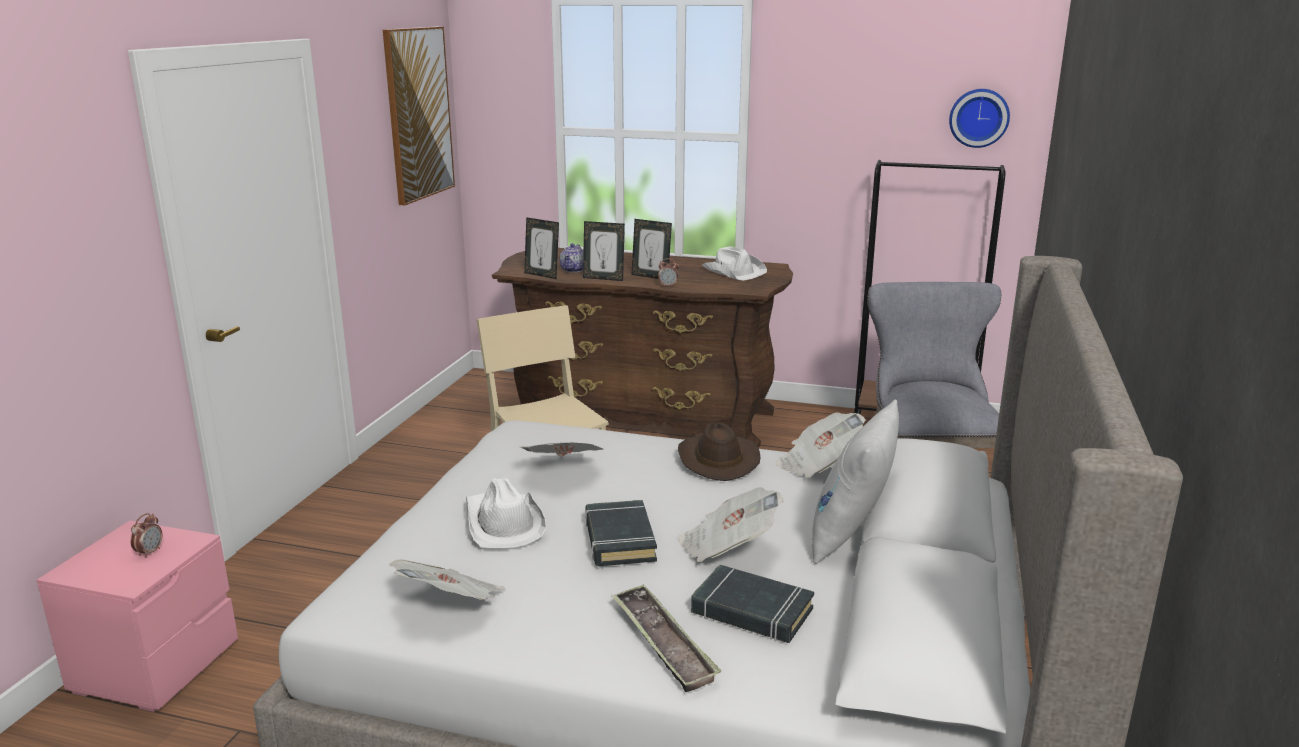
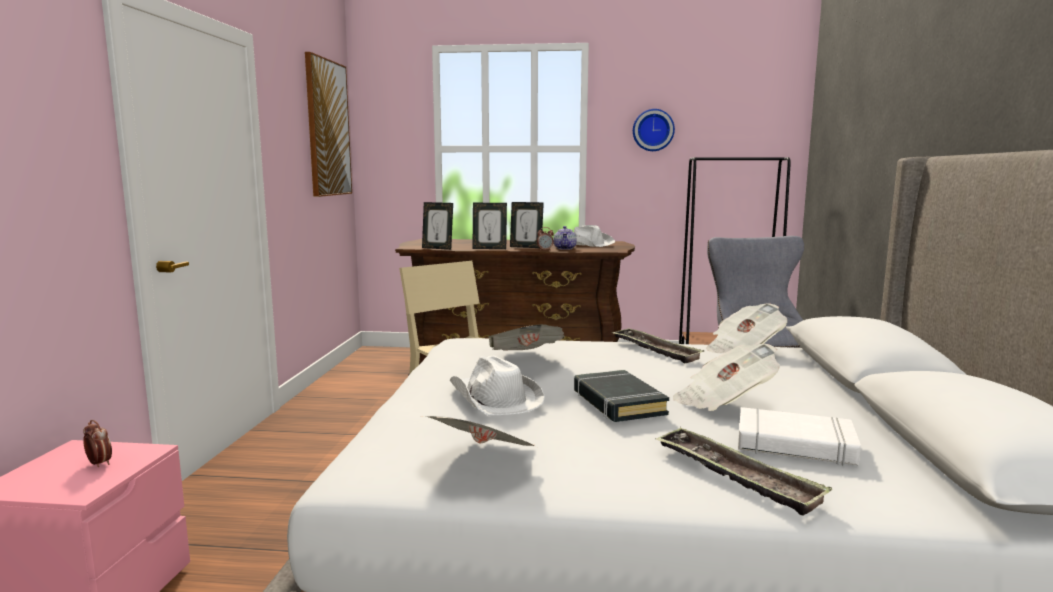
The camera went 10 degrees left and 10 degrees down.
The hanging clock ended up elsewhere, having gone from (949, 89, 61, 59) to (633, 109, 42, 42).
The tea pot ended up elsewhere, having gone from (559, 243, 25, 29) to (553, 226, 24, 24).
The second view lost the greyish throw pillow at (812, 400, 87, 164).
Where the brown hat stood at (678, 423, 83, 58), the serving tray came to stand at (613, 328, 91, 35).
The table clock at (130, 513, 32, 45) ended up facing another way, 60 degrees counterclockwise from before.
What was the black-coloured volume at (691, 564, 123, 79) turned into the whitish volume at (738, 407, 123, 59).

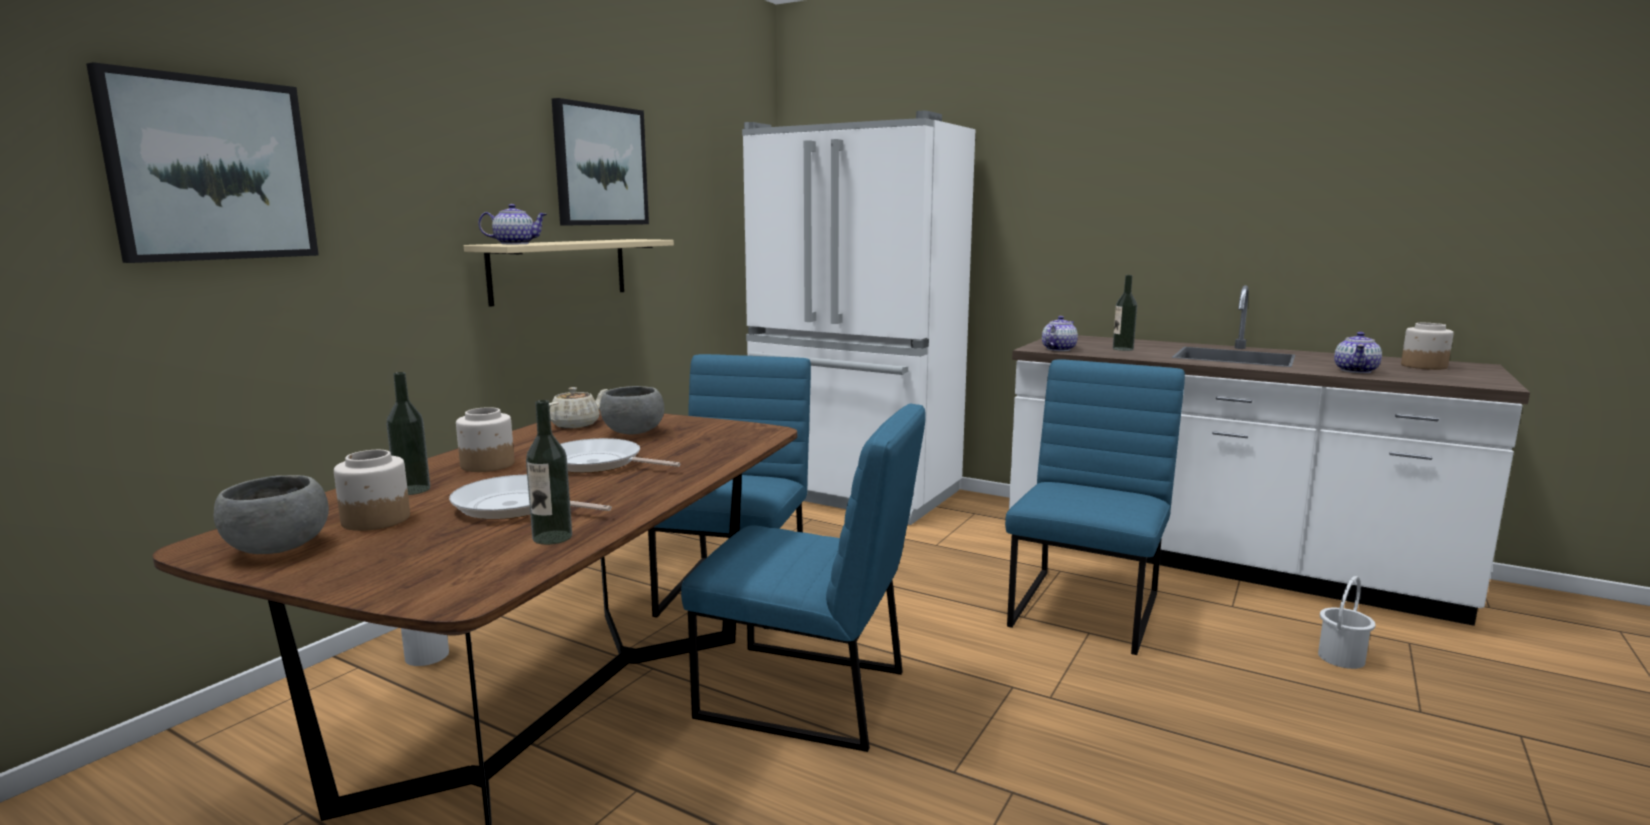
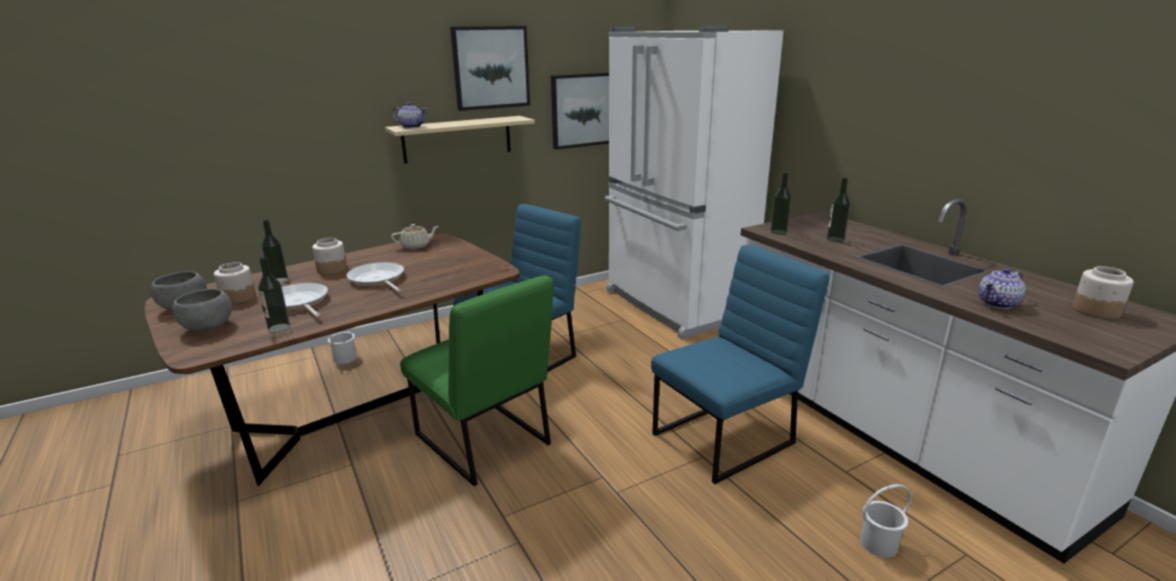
The camera went 30 degrees right and 10 degrees up.
The wall picture ended up elsewhere, having gone from (86, 62, 233, 201) to (551, 73, 58, 77).
Where the tea pot stood at (1042, 316, 36, 35), the beverage bottle came to stand at (770, 172, 22, 63).
The greyish bowl ended up elsewhere, having gone from (600, 386, 64, 48) to (172, 289, 60, 42).
What was the blue-coloured upright chair at (681, 404, 245, 348) turned into the green-coloured upright chair at (400, 275, 153, 211).

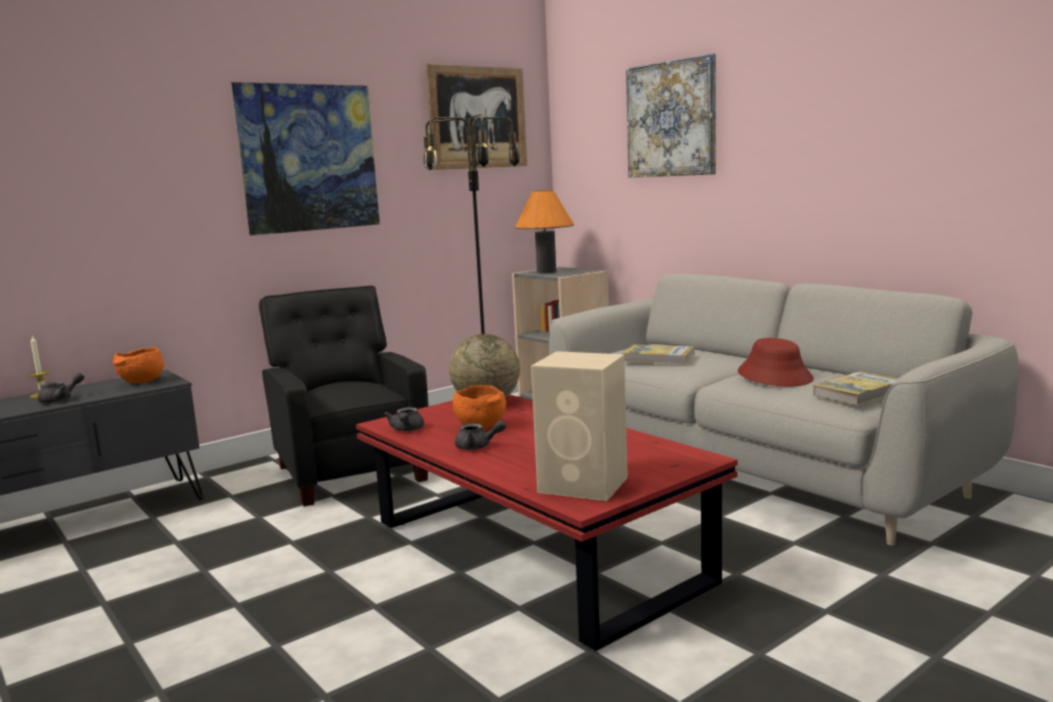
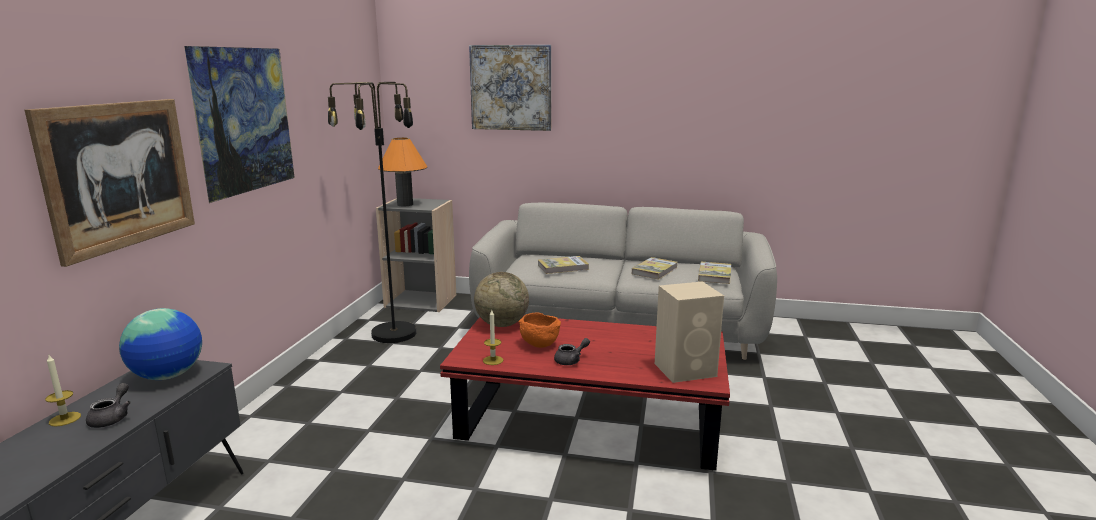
The camera went 40 degrees left and 5 degrees up.
The wall picture ended up elsewhere, having gone from (425, 64, 102, 106) to (25, 99, 170, 168).
The second view lost the black-coloured armchair at (259, 286, 170, 220).
Where the reddish hat stood at (738, 338, 76, 49), the volume came to stand at (632, 257, 46, 23).
Where the orangey bowl stood at (113, 347, 51, 36), the world globe came to stand at (119, 308, 83, 72).
Where the greyish tea pot stood at (384, 407, 40, 25), the wax light came to stand at (483, 310, 20, 55).

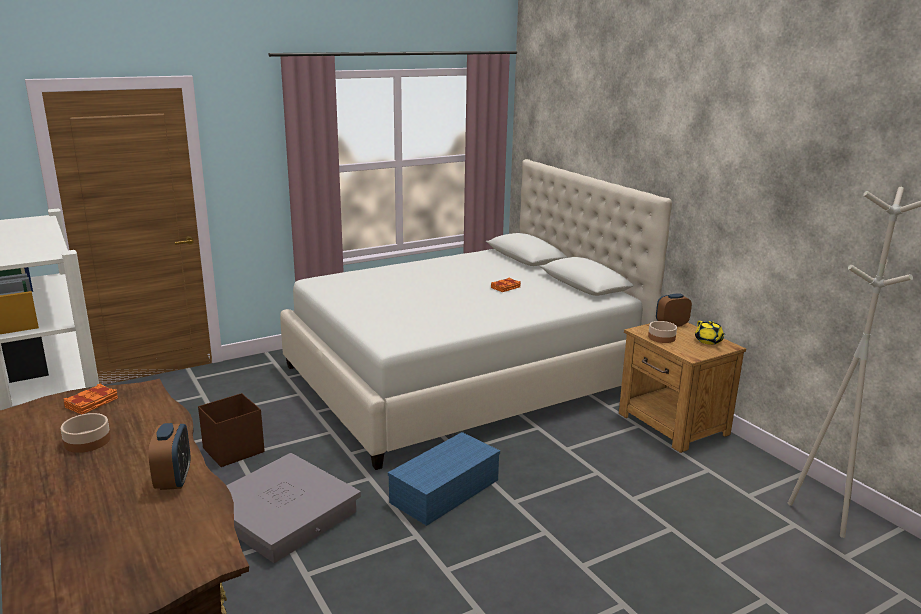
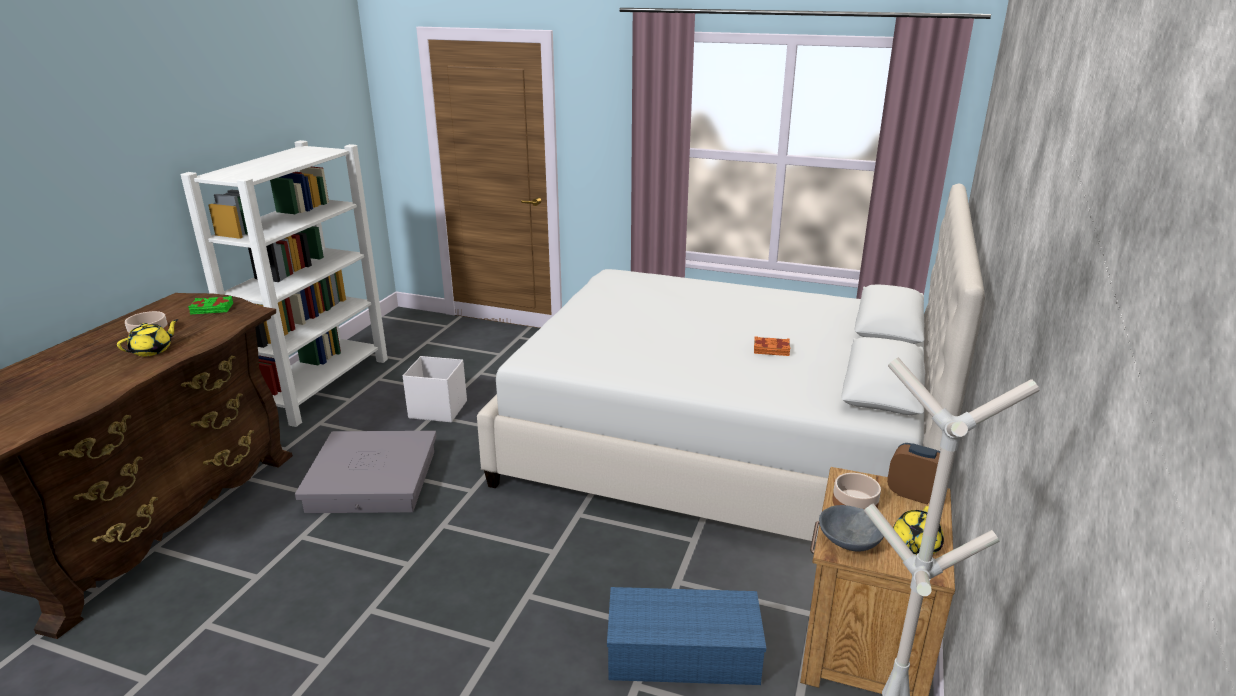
The camera went 50 degrees right and 5 degrees up.
What was the orangey volume at (63, 384, 55, 31) turned into the green-coloured volume at (188, 296, 45, 18).
What was the brown storage box at (198, 393, 66, 74) turned into the whitish storage box at (403, 356, 64, 66).
The second view lost the table clock at (148, 423, 42, 67).
The blue-coloured storage box ended up elsewhere, having gone from (388, 432, 112, 94) to (607, 587, 159, 98).
The second view gained the yellowish tea pot at (117, 319, 61, 37).
The second view gained the greyish bowl at (819, 505, 65, 47).

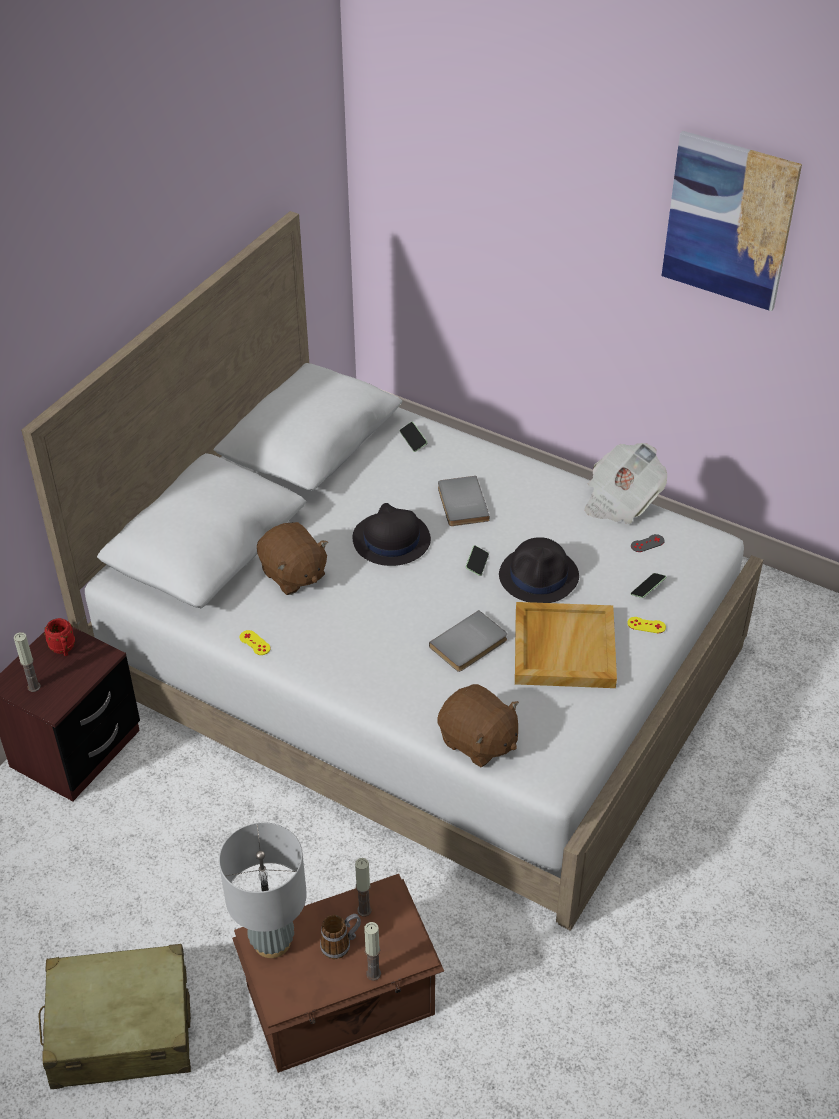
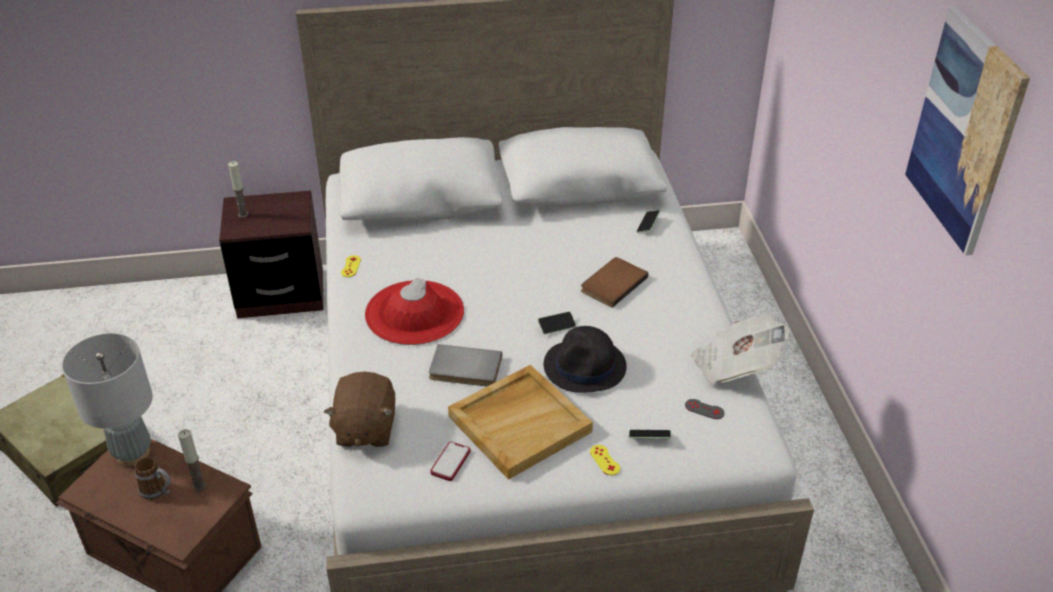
The camera went 50 degrees right and 5 degrees down.
What was the greyish volume at (438, 476, 52, 50) turned into the brown volume at (581, 257, 67, 51).
The second view lost the black-coloured hat at (353, 503, 78, 63).
The second view lost the brown soft toy at (257, 522, 71, 73).
The second view lost the reddish tea mug at (44, 618, 31, 38).
The second view lost the wax light at (364, 922, 17, 59).
The second view gained the reddish hat at (365, 278, 99, 67).
The second view gained the phone at (430, 441, 41, 40).

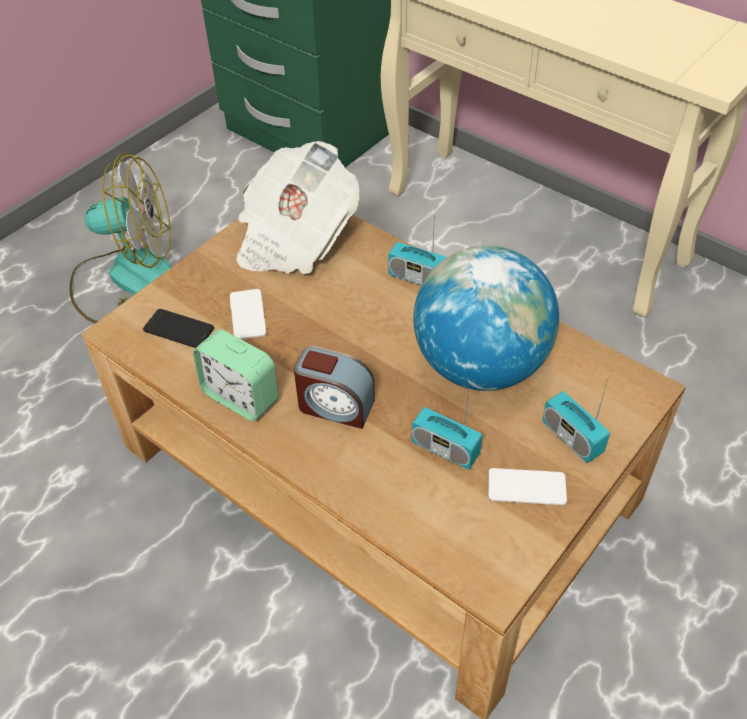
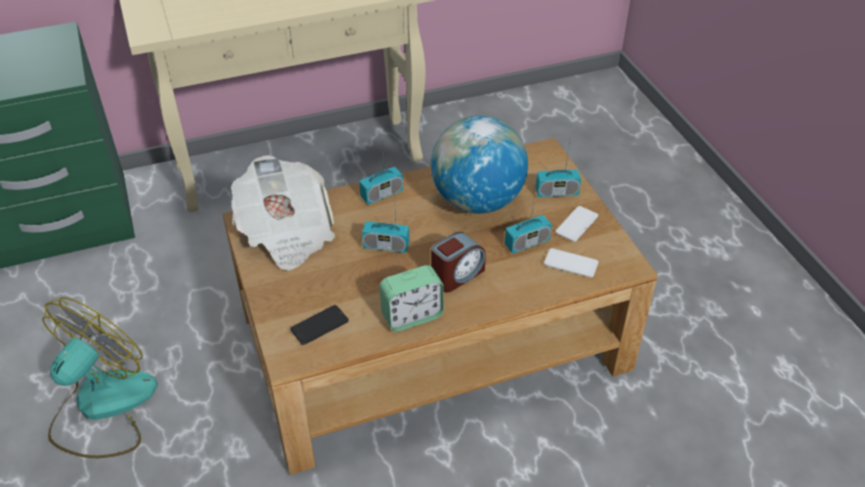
The camera went 60 degrees left and 5 degrees down.
The phone ended up elsewhere, having gone from (230, 289, 37, 50) to (544, 248, 54, 30).
The second view gained the radio at (362, 191, 47, 62).

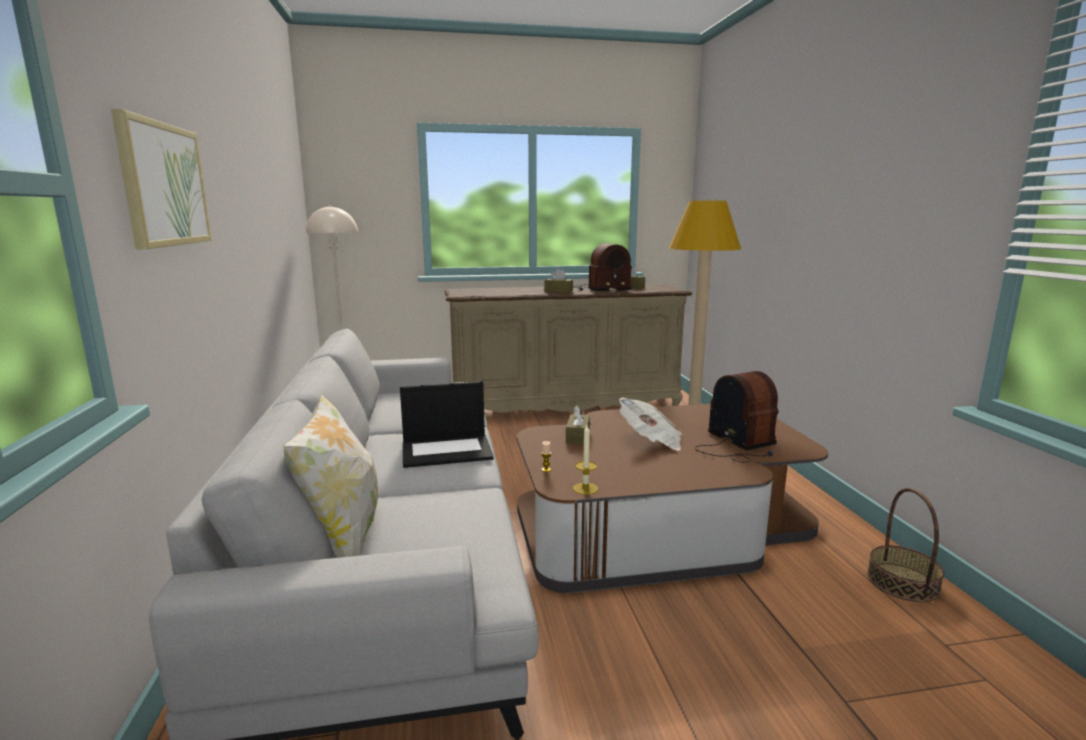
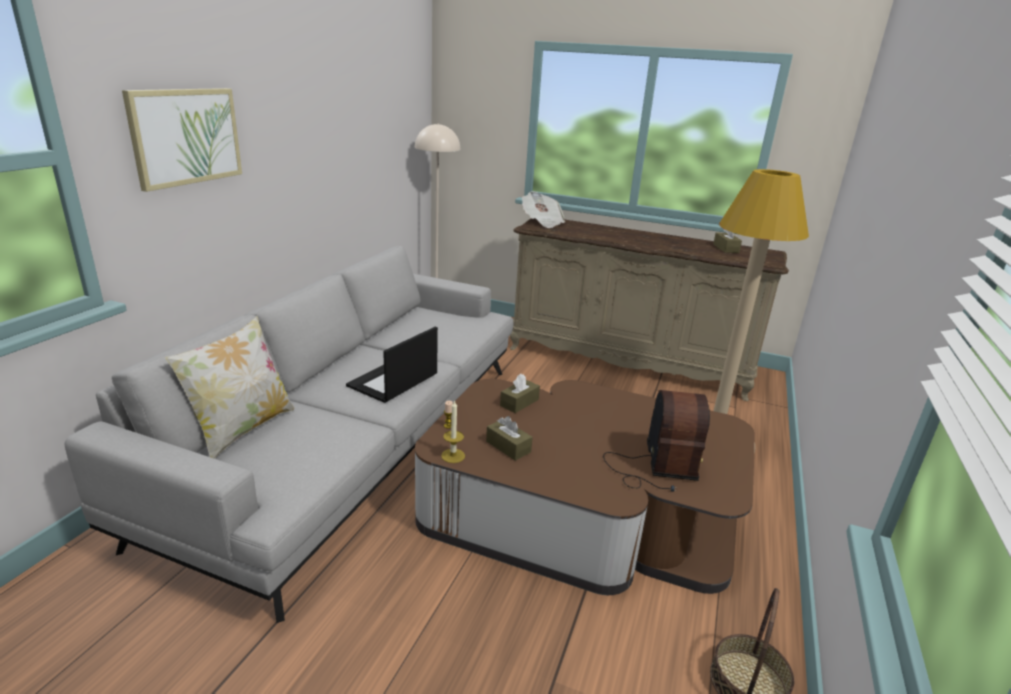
The camera went 30 degrees right and 10 degrees up.
The second view lost the radio at (573, 243, 59, 48).
The brown tissue holder ended up elsewhere, having gone from (544, 269, 29, 24) to (486, 416, 47, 45).
The notebook computer at (400, 381, 94, 87) ended up facing another way, 105 degrees clockwise from before.
The printed paper ended up elsewhere, having gone from (619, 398, 63, 52) to (522, 191, 43, 37).

